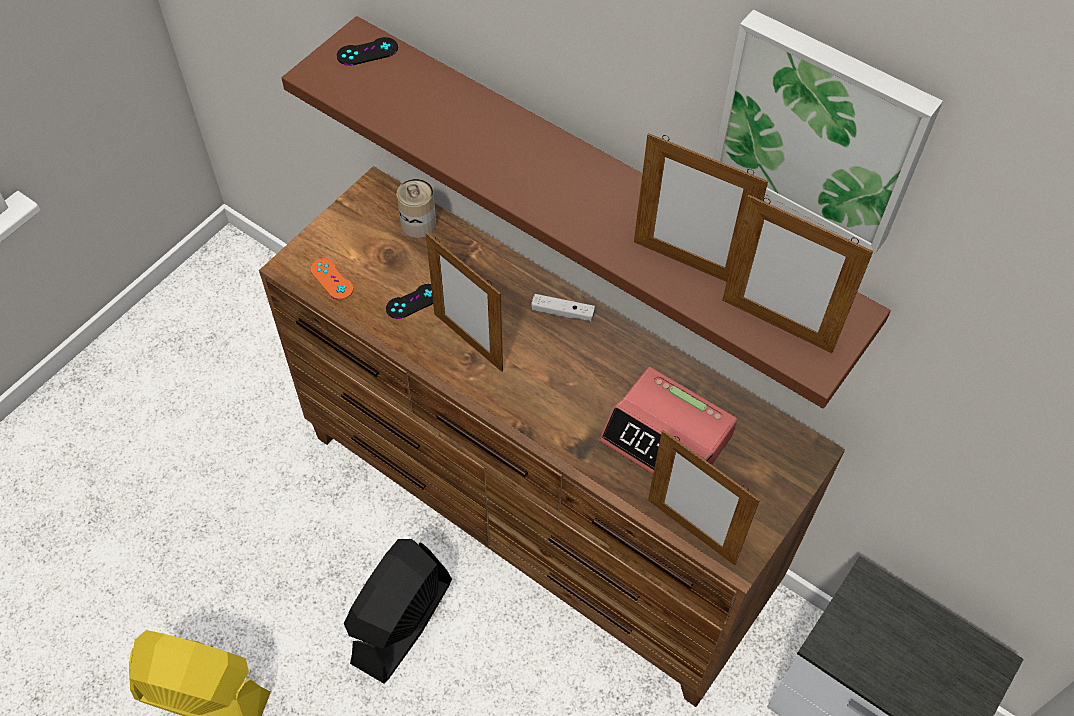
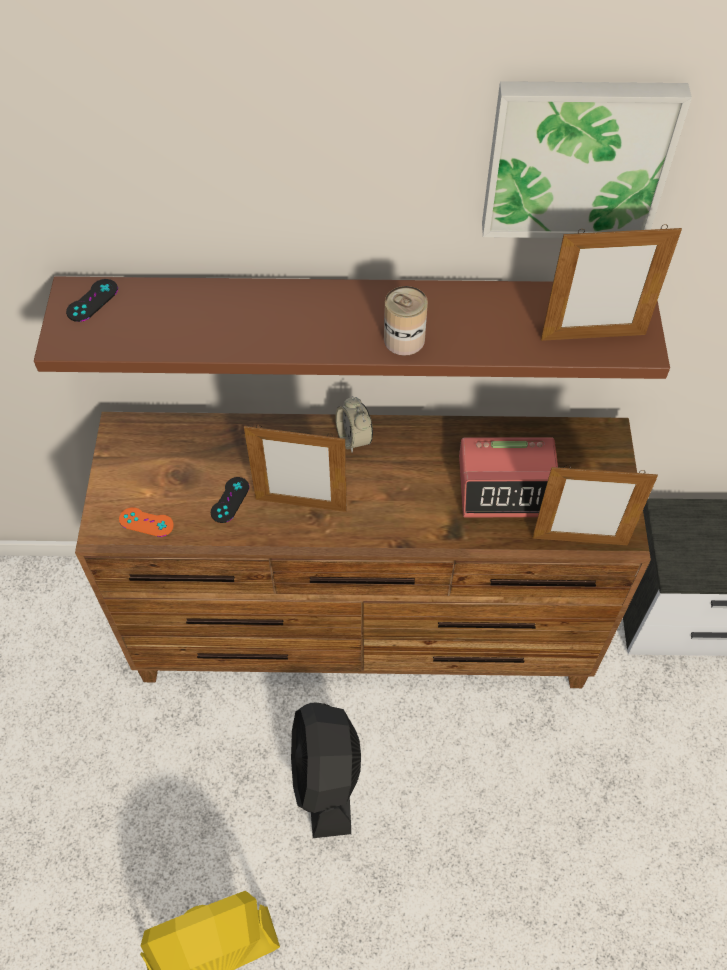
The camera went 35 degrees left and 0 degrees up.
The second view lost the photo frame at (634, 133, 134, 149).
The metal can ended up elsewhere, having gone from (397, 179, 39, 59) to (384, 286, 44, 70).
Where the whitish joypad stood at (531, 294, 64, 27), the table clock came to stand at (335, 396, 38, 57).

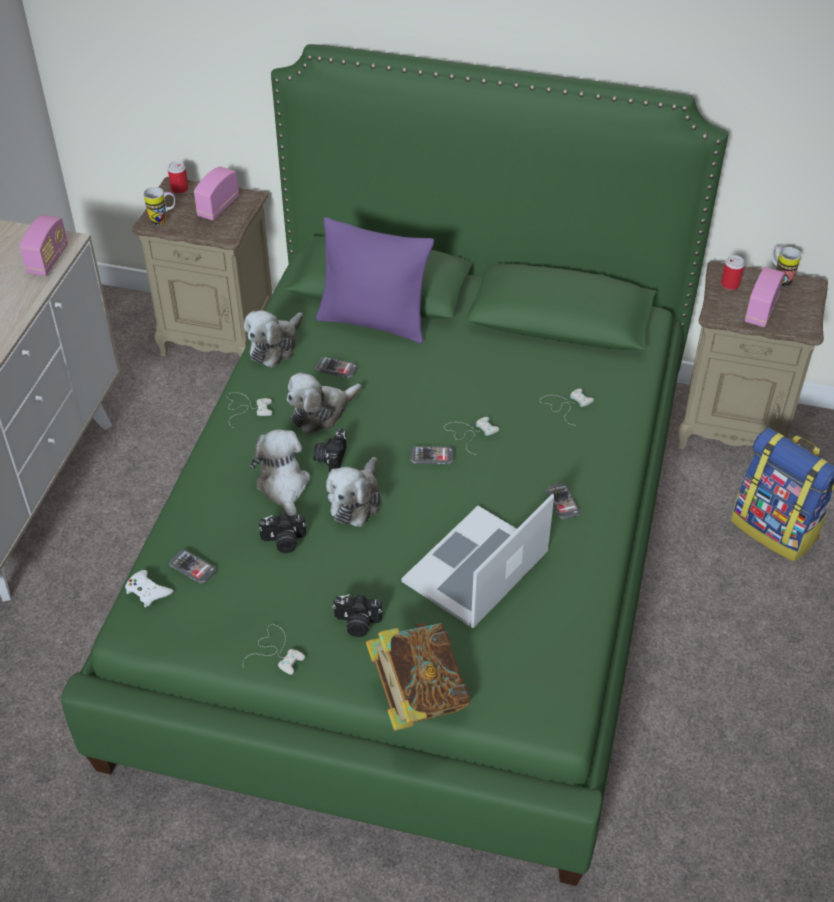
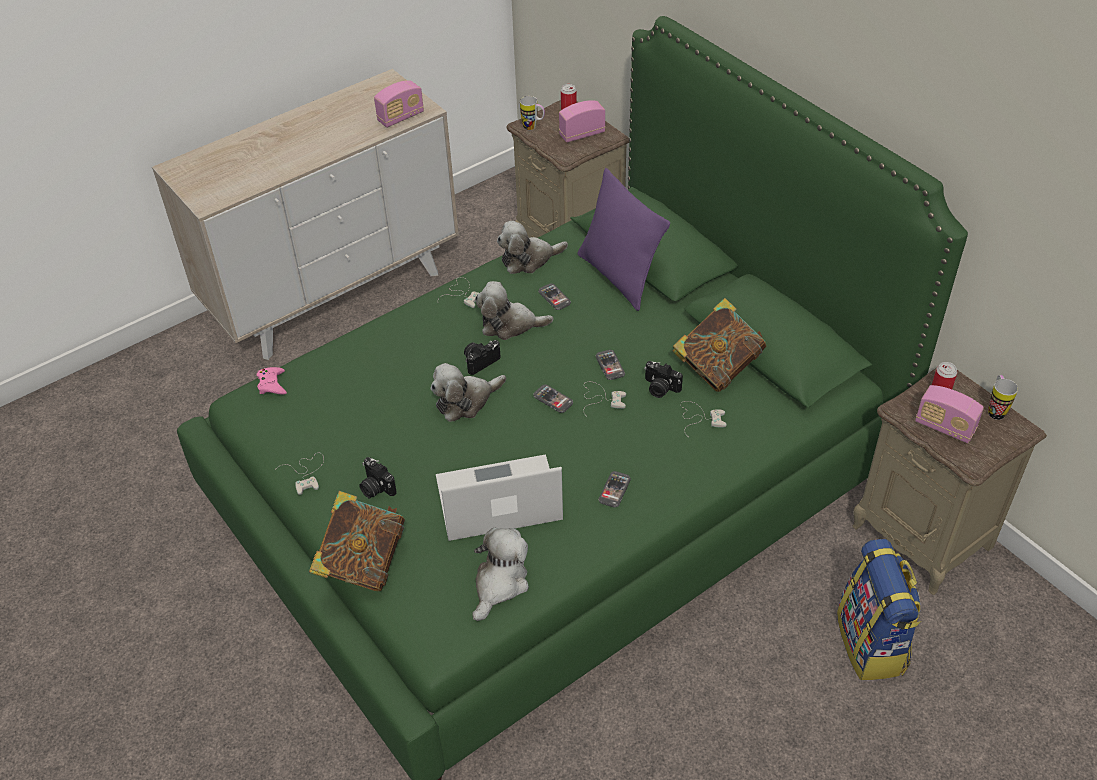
The camera went 40 degrees right and 0 degrees up.
The radio at (745, 267, 40, 60) ended up facing another way, 120 degrees counterclockwise from before.
The soft toy ended up elsewhere, having gone from (249, 429, 62, 87) to (472, 527, 57, 94).
The photo camera ended up elsewhere, having gone from (259, 512, 47, 41) to (644, 361, 39, 37).
The phone ended up elsewhere, having gone from (169, 550, 47, 34) to (596, 350, 29, 30).
What was the whitish joypad at (125, 570, 48, 37) turned into the pink-coloured joypad at (257, 367, 30, 27).
The second view gained the volume at (672, 298, 94, 94).

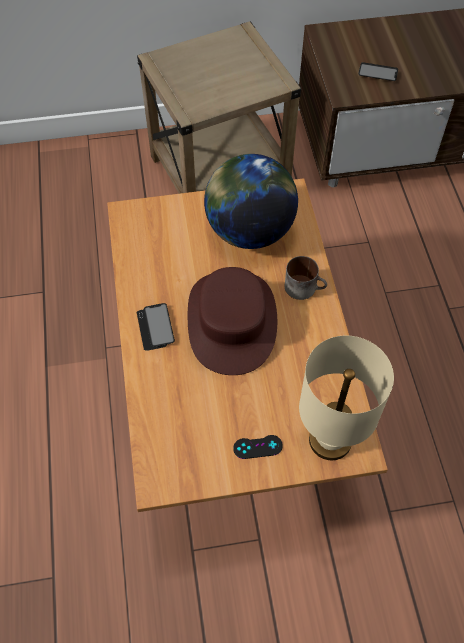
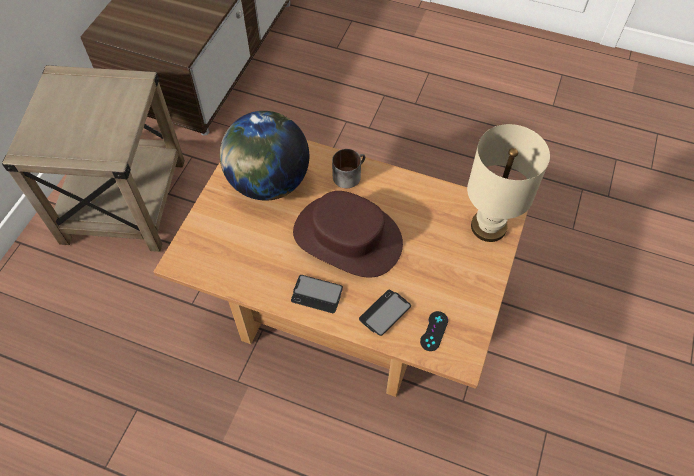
The camera went 60 degrees left and 0 degrees up.
The phone ended up elsewhere, having gone from (358, 62, 40, 19) to (359, 290, 52, 46).
The black-coloured joypad ended up elsewhere, having gone from (233, 435, 50, 24) to (420, 311, 28, 40).

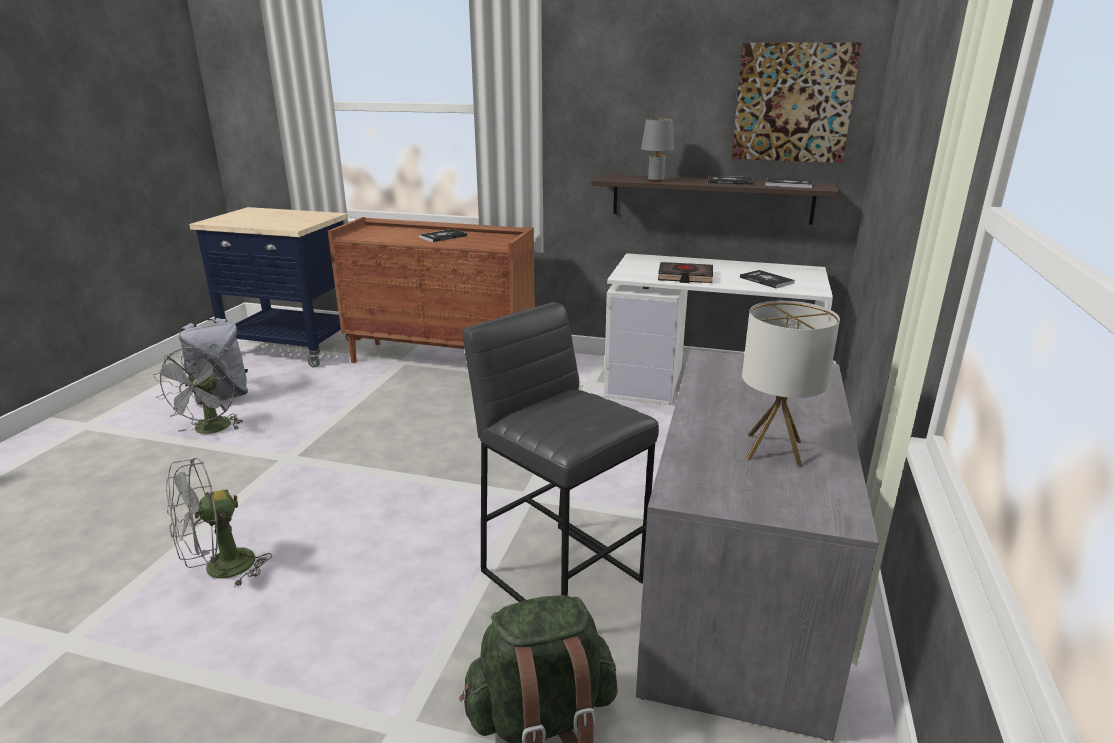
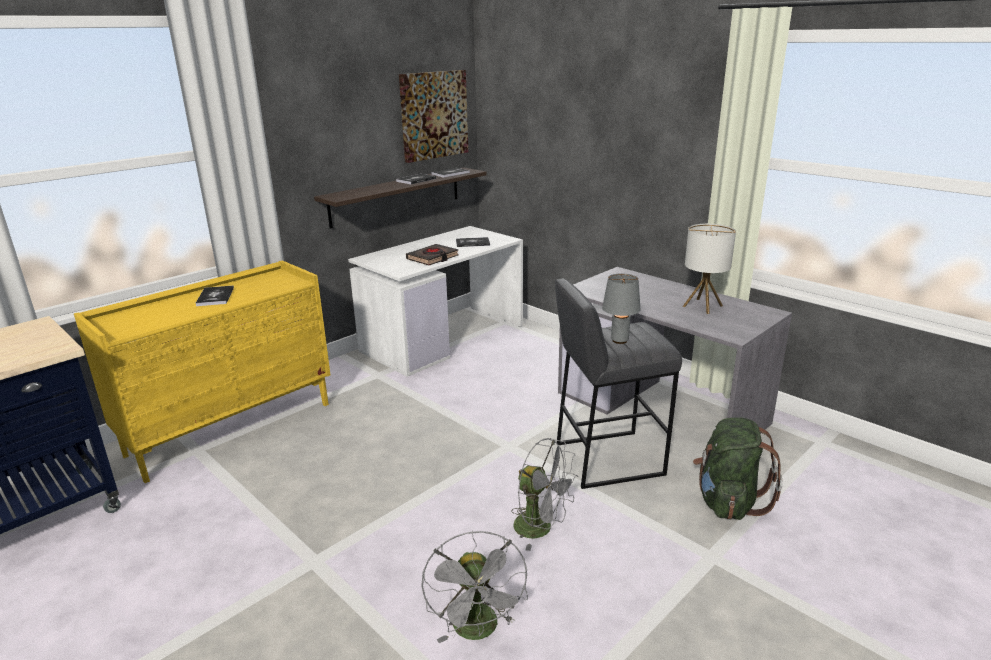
The camera went 60 degrees left and 0 degrees up.
The greyish lamp for a table ended up elsewhere, having gone from (641, 118, 33, 64) to (602, 273, 38, 71).
What was the brown storage cabinet at (328, 217, 207, 146) turned into the yellowish storage cabinet at (74, 260, 256, 223).
The second view lost the greyish backpack at (179, 318, 69, 87).
The greyish cooling fan ended up elsewhere, having gone from (153, 346, 90, 88) to (511, 438, 67, 113).

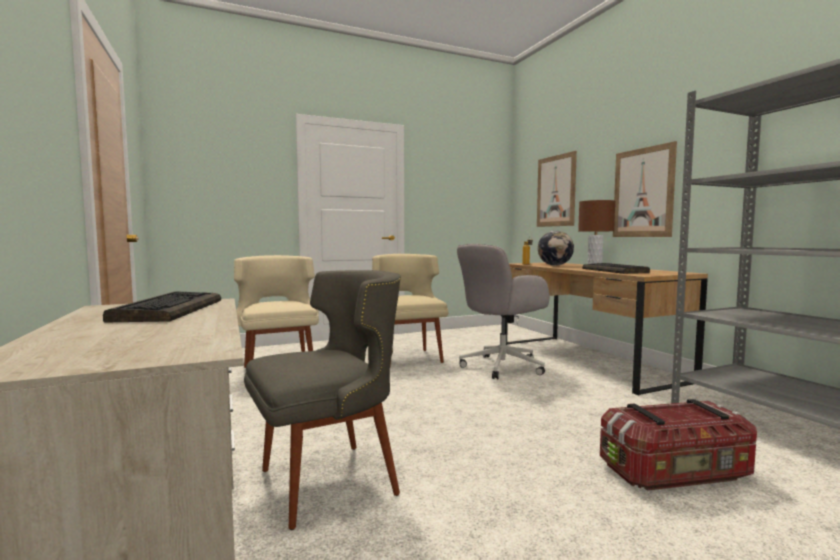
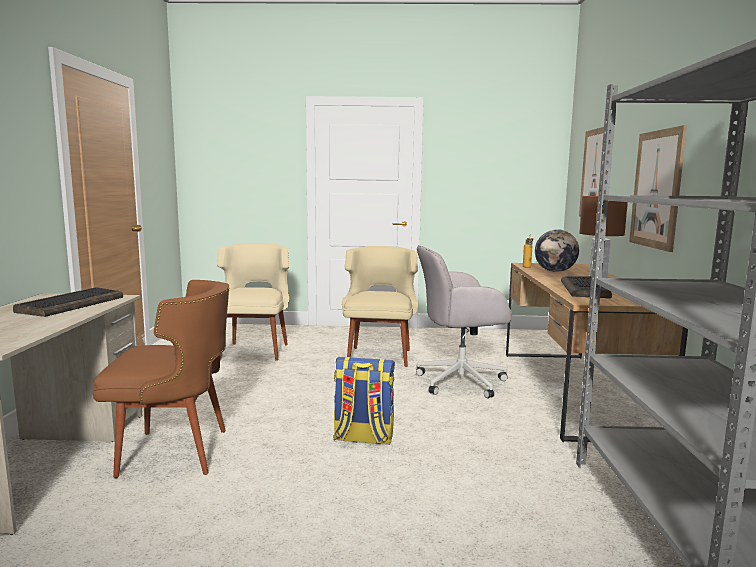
The camera went 25 degrees right and 5 degrees up.
What was the greyish upright chair at (244, 270, 157, 260) turned into the brown upright chair at (93, 280, 137, 198).
The second view lost the storage box at (600, 399, 157, 92).
The second view gained the backpack at (333, 357, 62, 88).

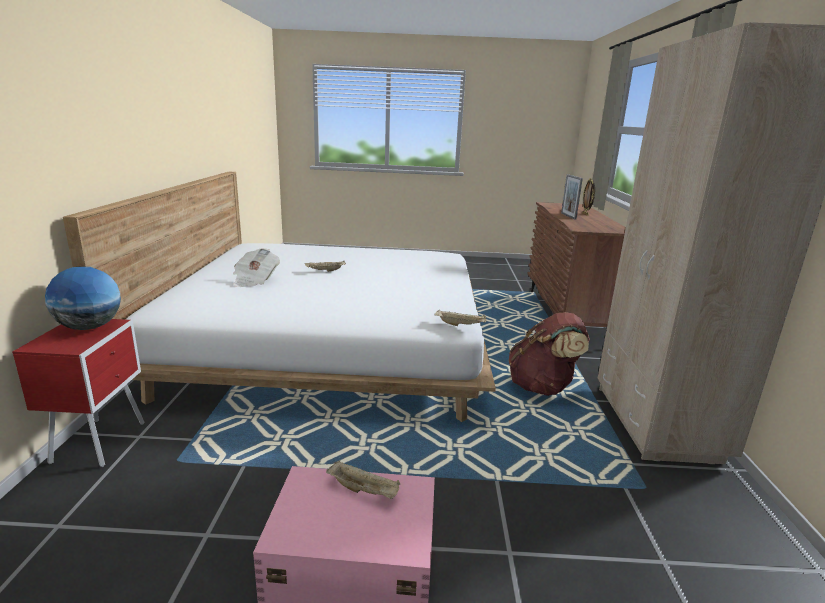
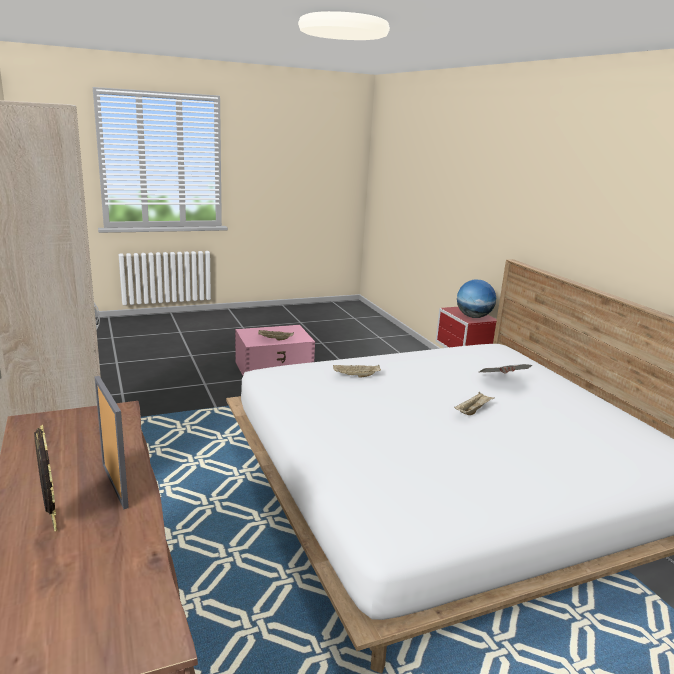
The camera went 155 degrees right and 0 degrees up.
The sand-coloured serving tray ended up elsewhere, having gone from (435, 310, 51, 16) to (333, 365, 48, 12).
The second view lost the brown backpack at (509, 312, 81, 84).

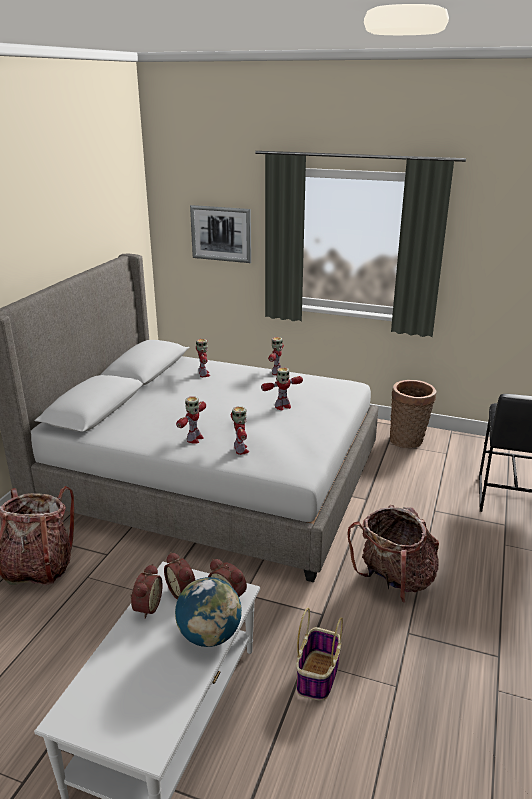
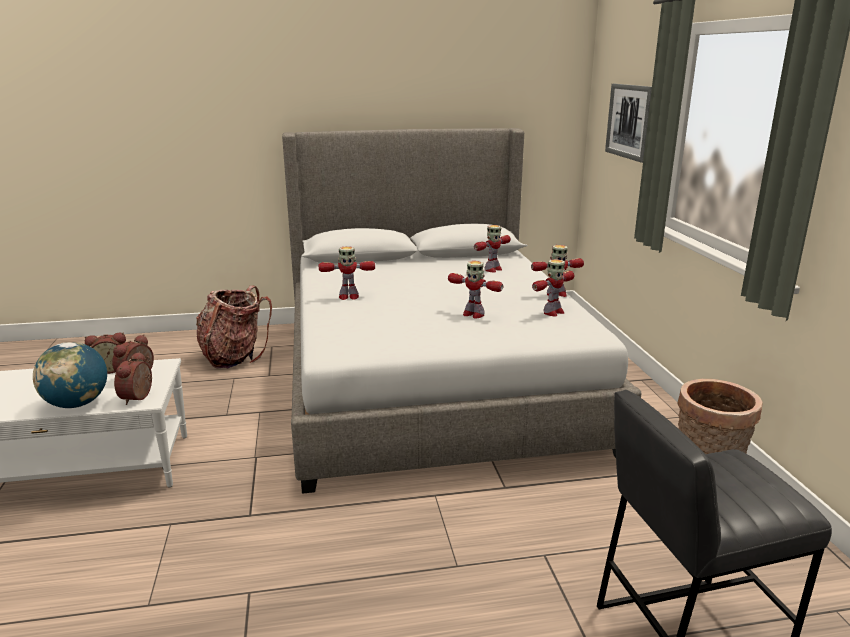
The camera went 60 degrees right and 5 degrees down.
The robot figure ended up elsewhere, having gone from (231, 406, 18, 49) to (532, 259, 42, 57).
The second view lost the backpack at (347, 505, 92, 98).
The second view lost the household basket at (296, 608, 47, 92).

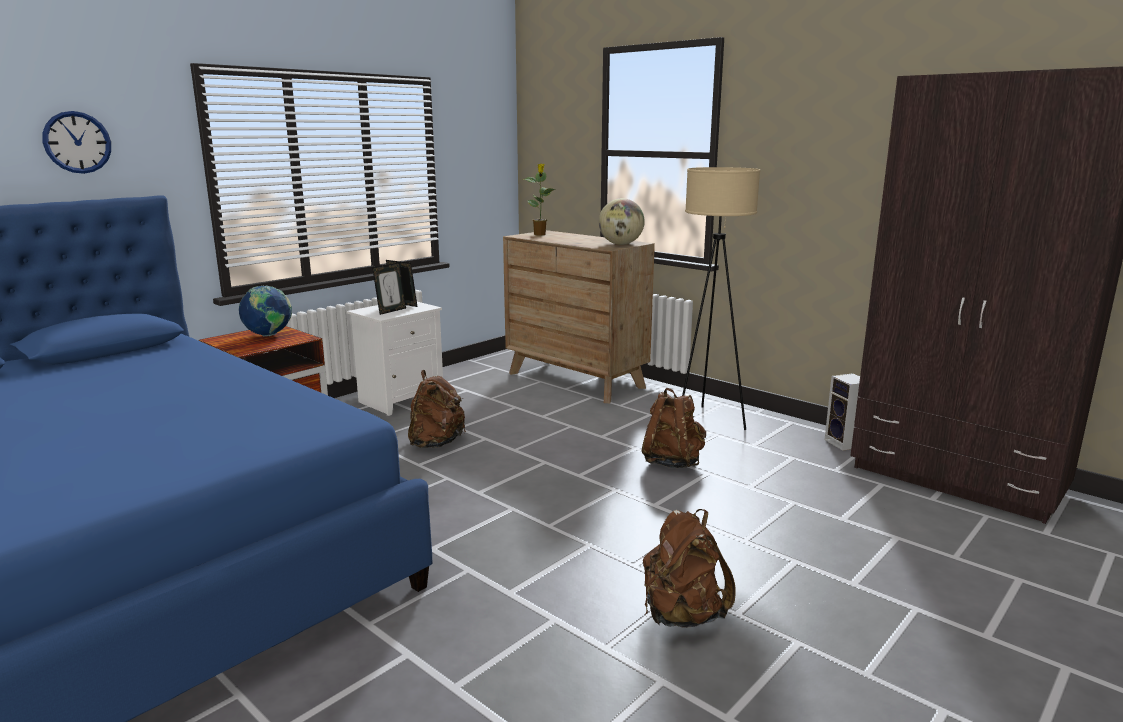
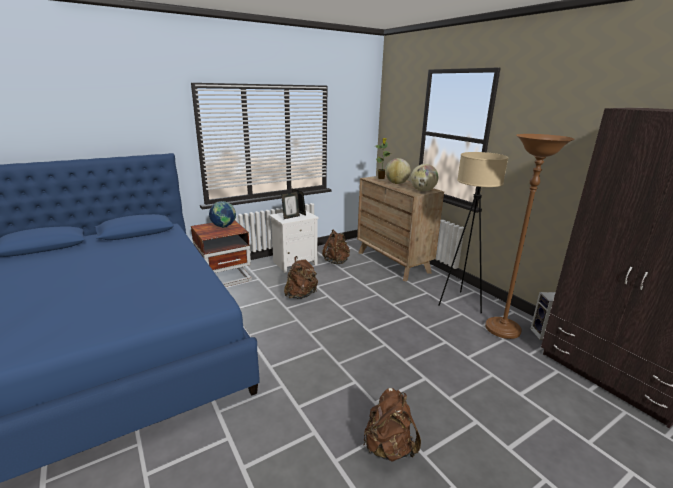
The camera went 15 degrees right and 5 degrees up.
The second view lost the hanging clock at (42, 111, 69, 63).
The brown backpack ended up elsewhere, having gone from (642, 388, 64, 80) to (322, 230, 28, 34).
The second view gained the brown standard lamp at (485, 134, 89, 205).
The second view gained the world globe at (385, 158, 26, 26).

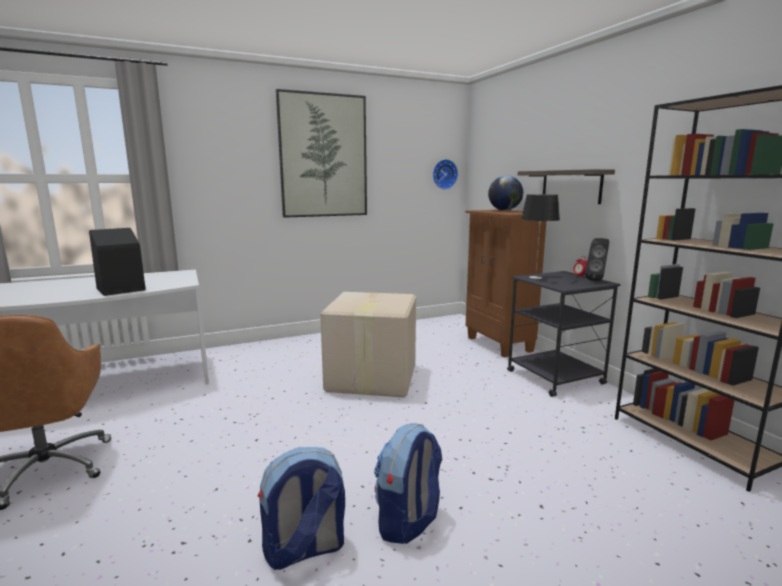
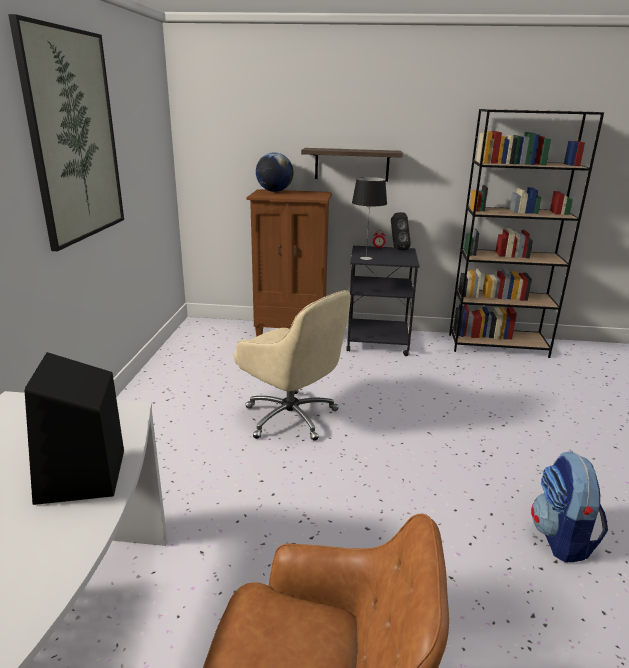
The camera went 60 degrees left and 10 degrees up.
The second view lost the hanging clock at (433, 159, 25, 31).
Where the cardboard box stood at (320, 292, 96, 105), the sand-coloured computer chair came to stand at (233, 290, 118, 151).
The second view lost the backpack at (374, 423, 68, 121).

